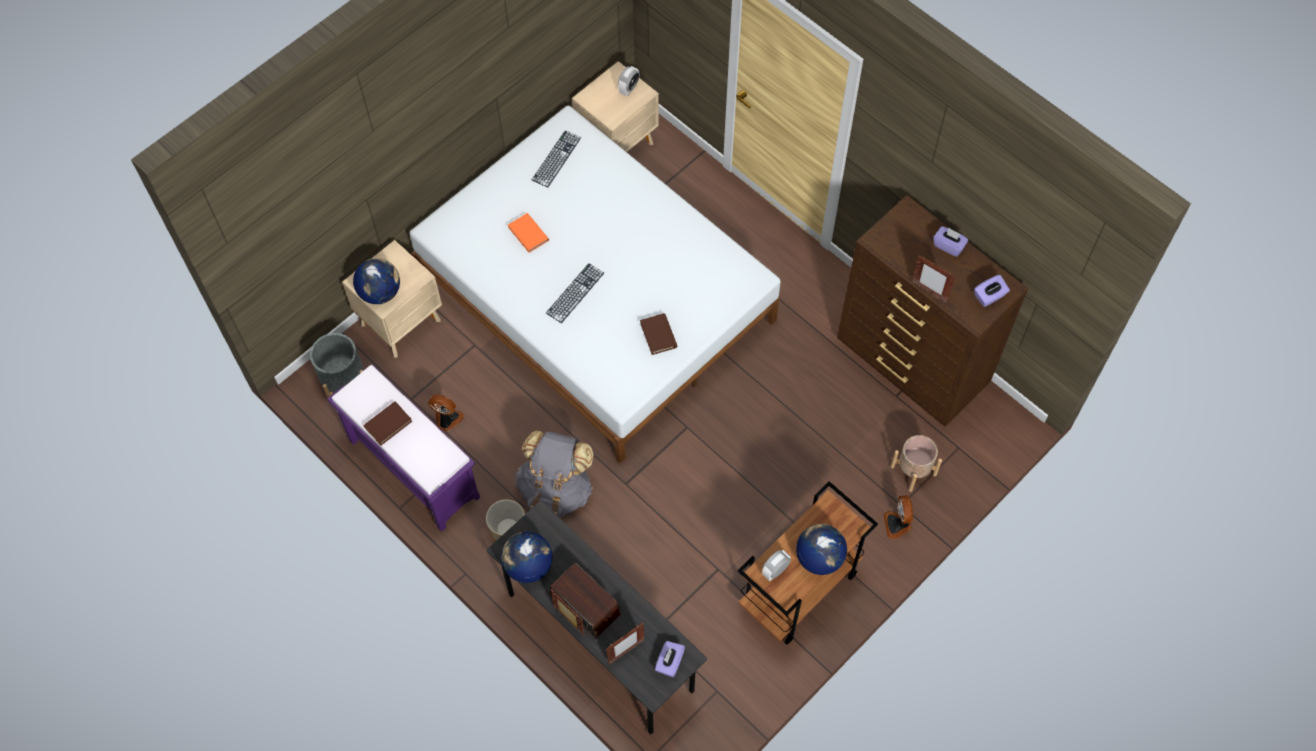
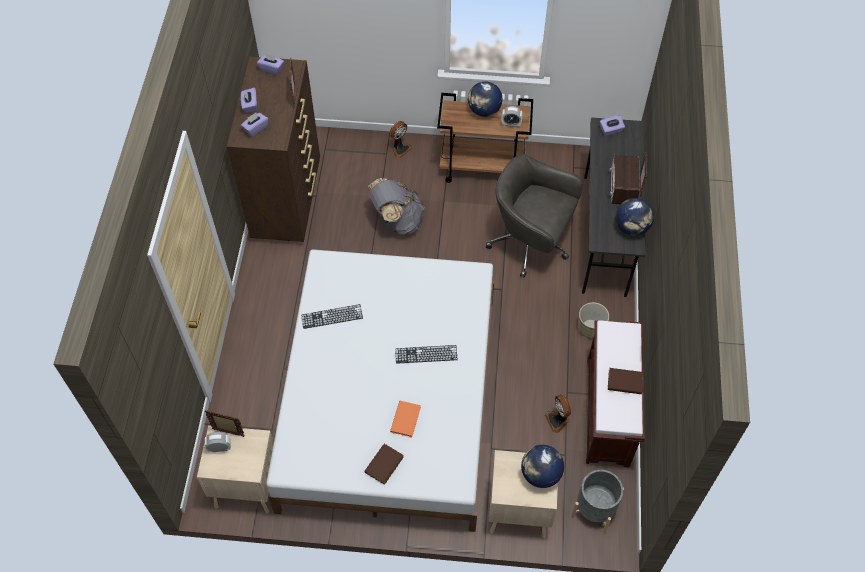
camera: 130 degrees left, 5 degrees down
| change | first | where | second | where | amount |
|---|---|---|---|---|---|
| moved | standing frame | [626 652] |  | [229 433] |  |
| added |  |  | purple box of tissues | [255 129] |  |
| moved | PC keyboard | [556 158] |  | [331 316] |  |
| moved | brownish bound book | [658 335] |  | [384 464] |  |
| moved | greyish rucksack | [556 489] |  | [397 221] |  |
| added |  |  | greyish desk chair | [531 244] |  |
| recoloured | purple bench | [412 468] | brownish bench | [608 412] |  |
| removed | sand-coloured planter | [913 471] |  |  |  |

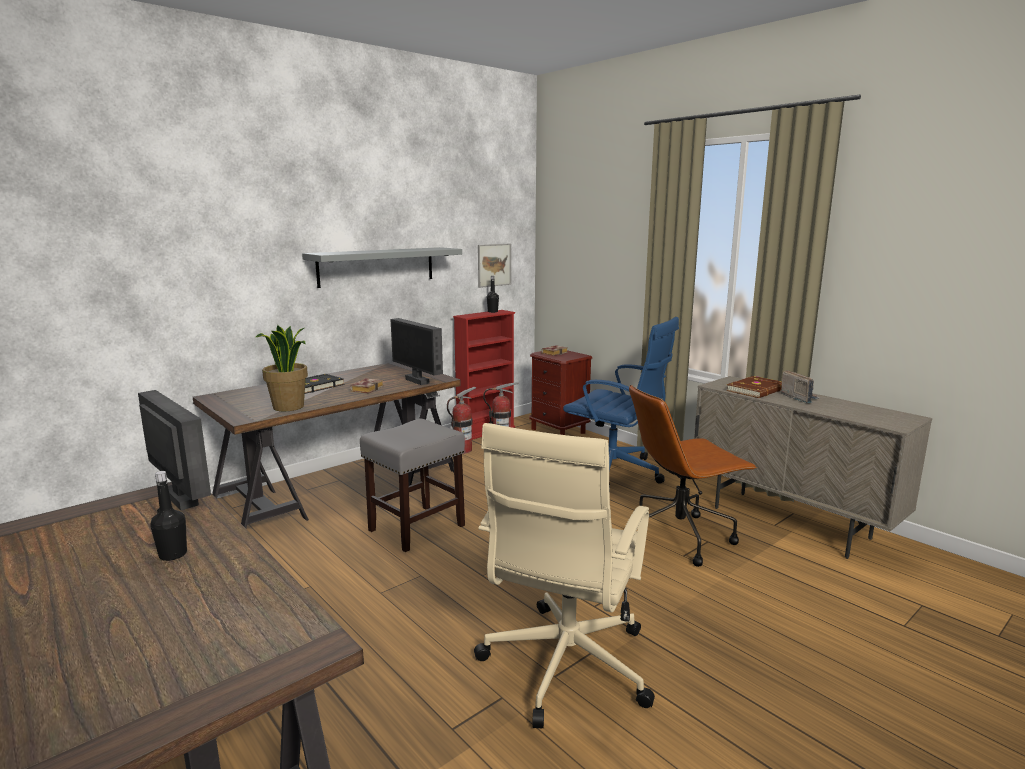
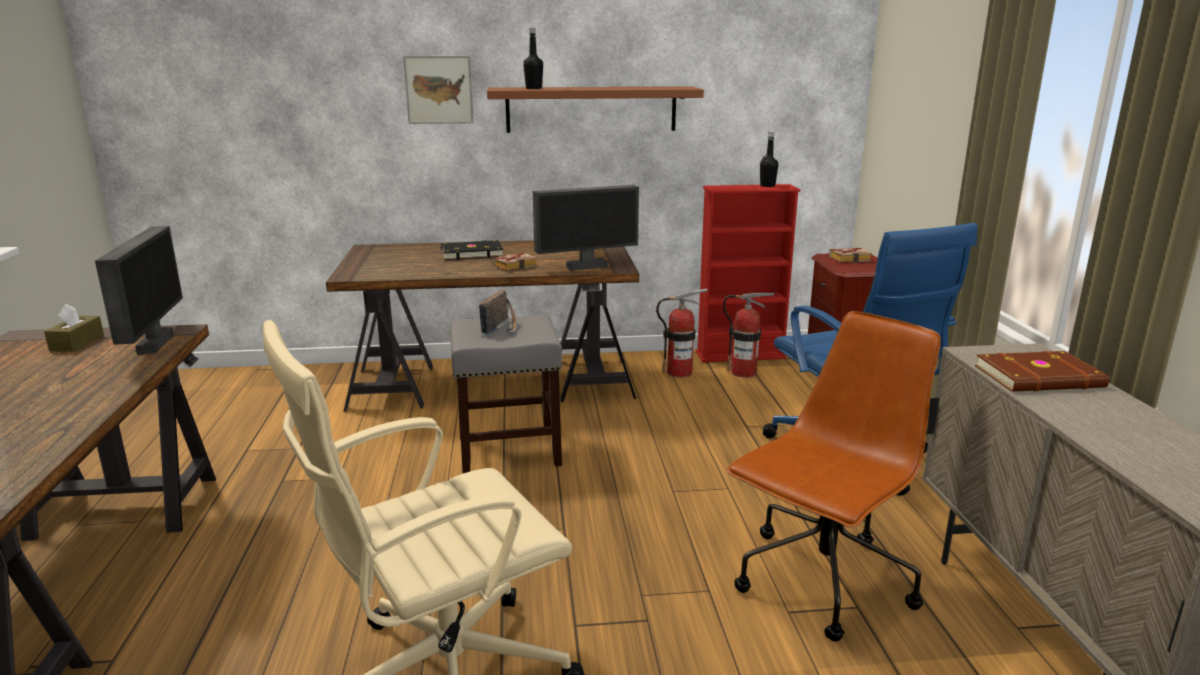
camera: 35 degrees right, 5 degrees up
| change | first | where | second | where | amount |
|---|---|---|---|---|---|
| added |  |  | brownish box of tissues | [77 343] |  |
| moved | wall picture | [494 265] |  | [439 90] |  |
| moved | radio receiver | [799 398] |  | [502 328] |  |
| recoloured | greyish bracket shelf | [377 266] | brownish bracket shelf | [591 109] |  |
| moved | blackish bottle | [173 554] |  | [534 88] |  |
| turned | computer screen | [418 381] |  | [586 266] | 105 degrees counterclockwise |
| turned | brownish desk chair | [680 536] |  | [822 583] | 120 degrees clockwise |
| removed | houseplant | [289 407] |  |  |  |

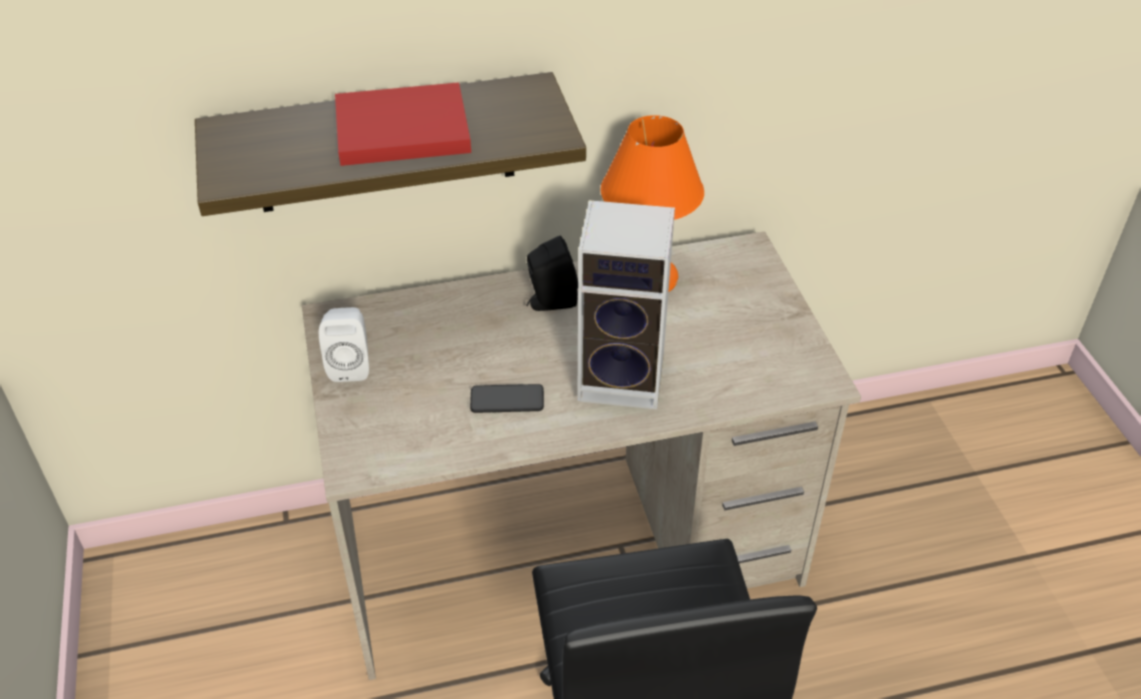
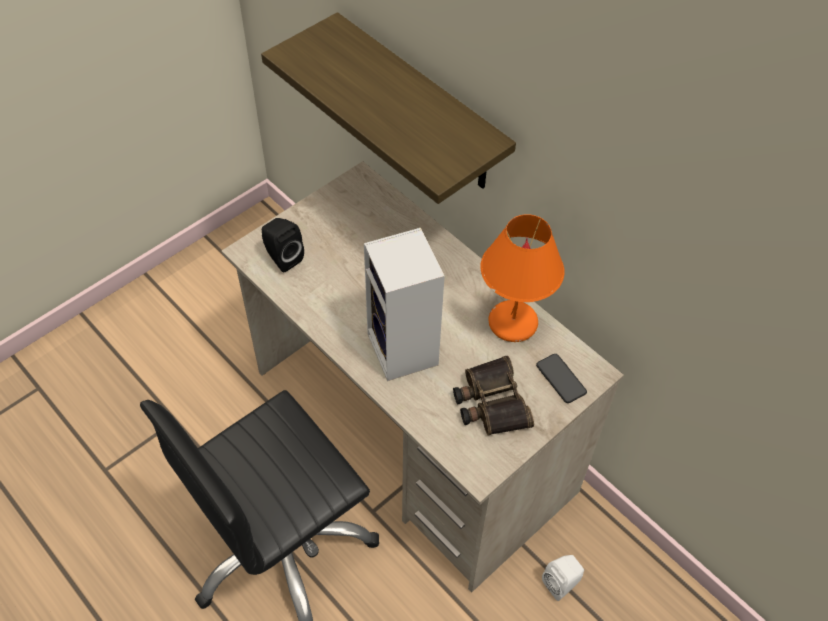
camera: 60 degrees right, 10 degrees up
| change | first | where | second | where | amount |
|---|---|---|---|---|---|
| moved | blackish speaker | [550 302] |  | [282 258] |  |
| added |  |  | pair of binoculars | [490 402] |  |
| moved | phone | [507 400] |  | [561 379] |  |
| moved | white-coloured speaker | [350 365] |  | [562 583] |  |
| removed | red bound book | [397 129] |  |  |  |

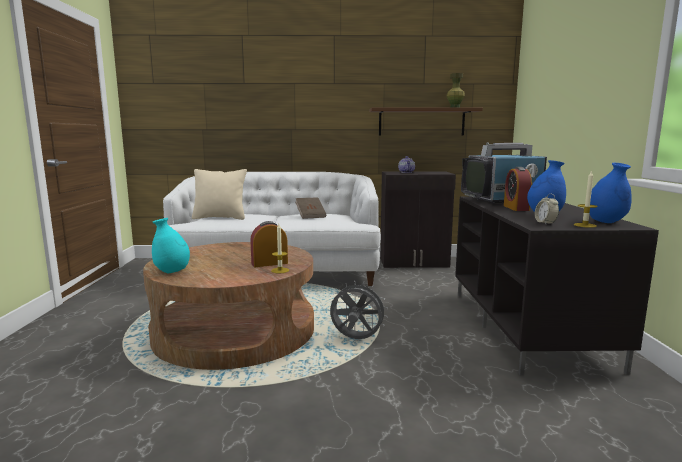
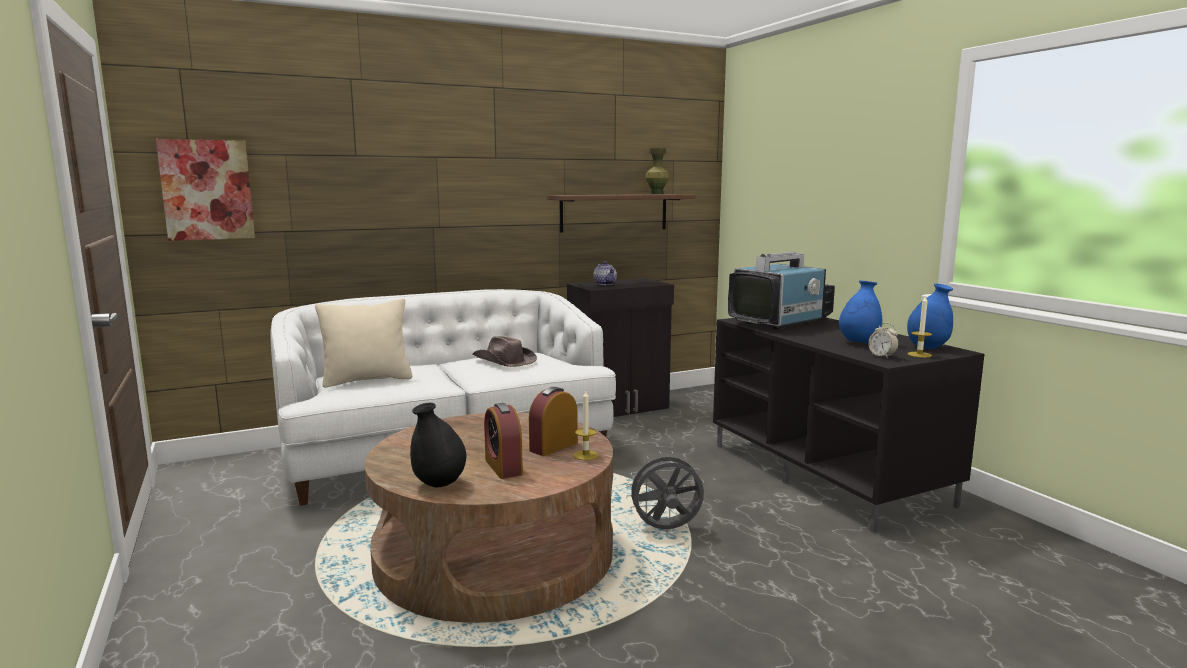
camera: 25 degrees left, 0 degrees up
| change | first | where | second | where | amount |
|---|---|---|---|---|---|
| added |  |  | wall picture | [207 190] |  |
| recoloured | blue-green vase | [172 272] | blackish vase | [439 484] |  |
| replaced | brownish bound book | [310 216] | brownish hat | [504 361] |  |
| moved | alarm clock | [516 208] |  | [503 467] |  |

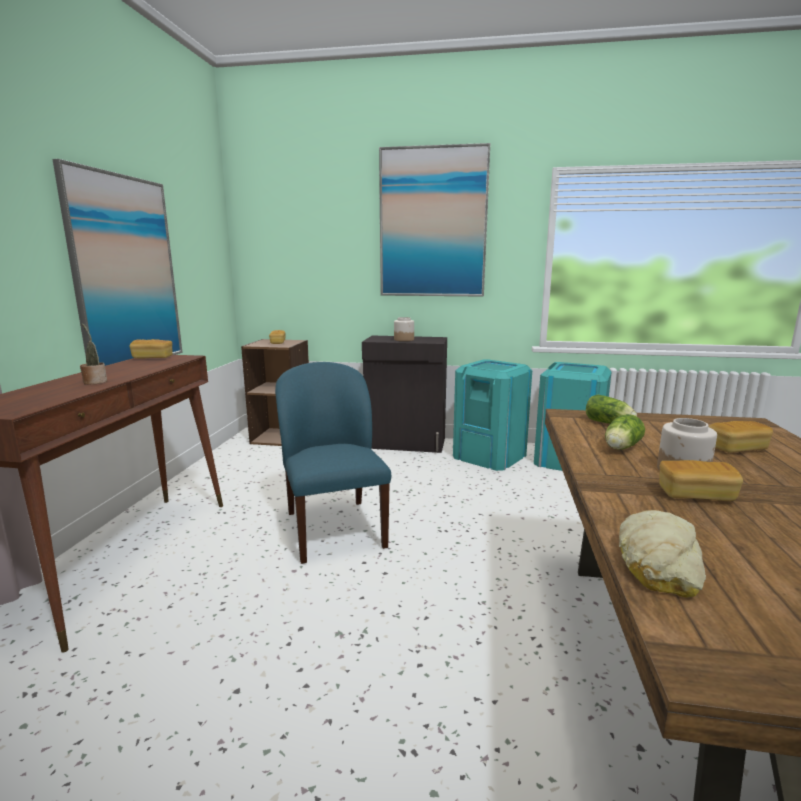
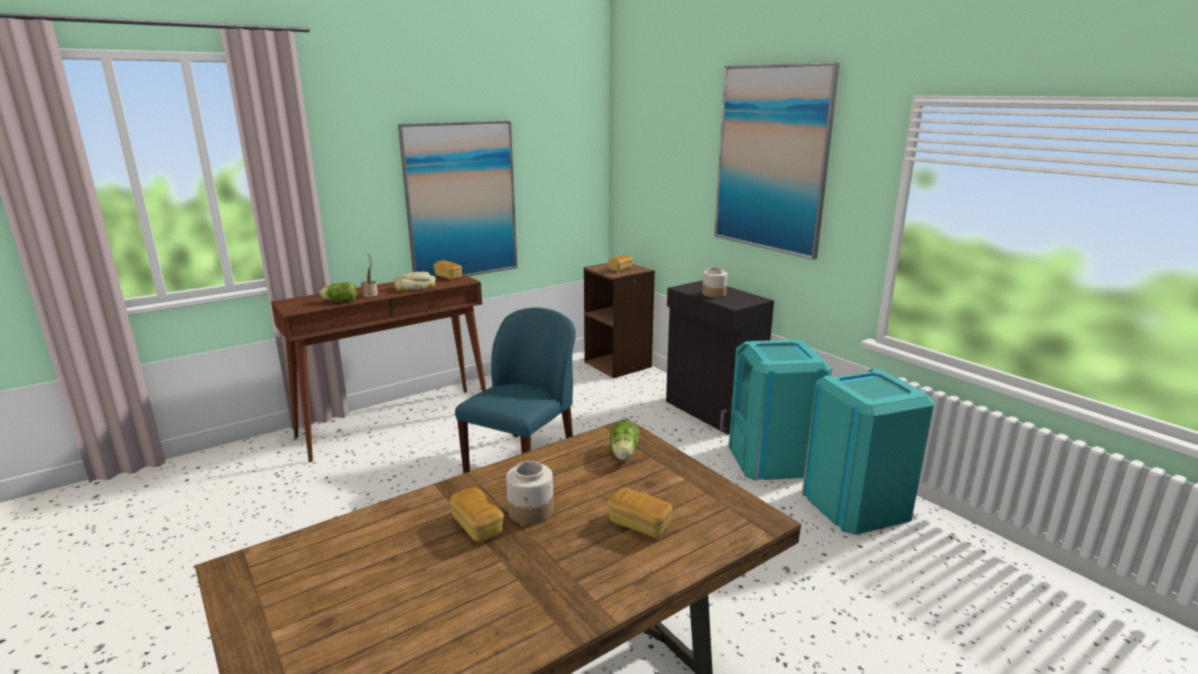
camera: 45 degrees right, 5 degrees up
| change | first | where | second | where | amount |
|---|---|---|---|---|---|
| moved | head of lettuce | [620 448] |  | [339 301] |  |
| moved | baked bread | [658 563] |  | [415 287] |  |

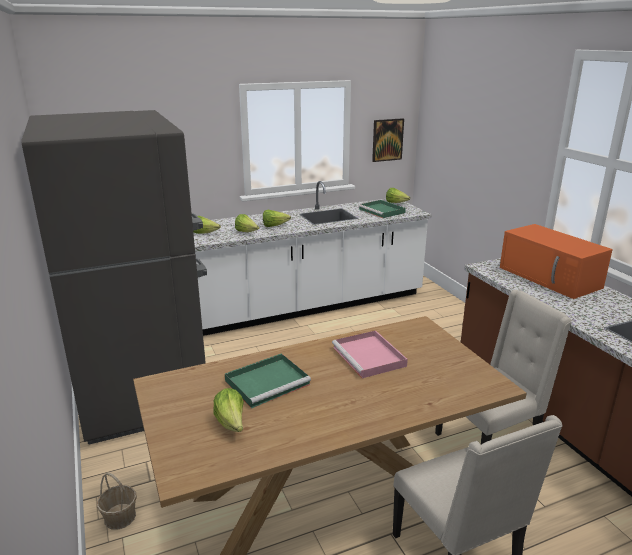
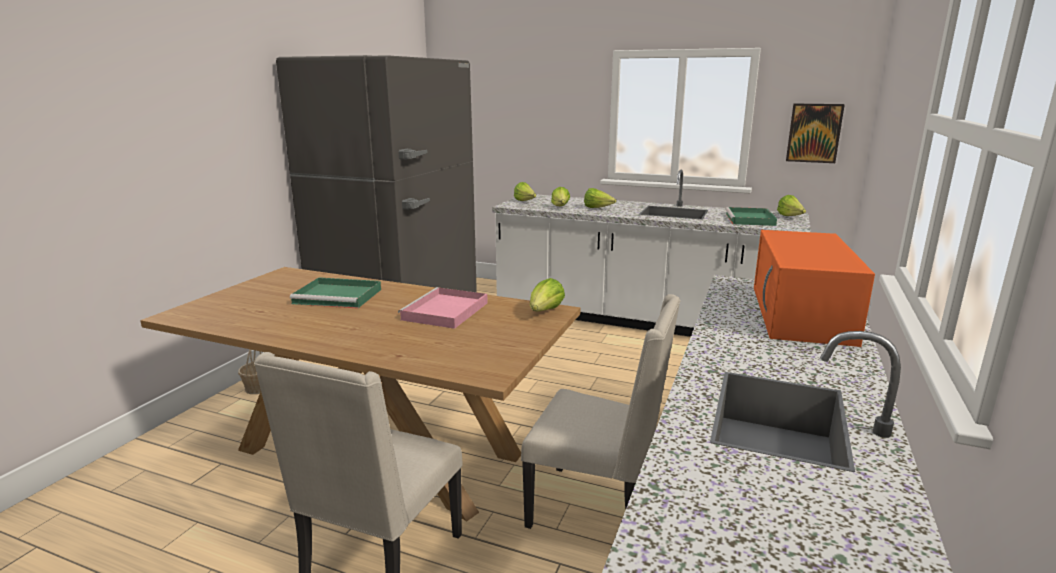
camera: 45 degrees right, 5 degrees down
| change | first | where | second | where | amount |
|---|---|---|---|---|---|
| moved | head of lettuce | [231 423] |  | [545 312] |  |

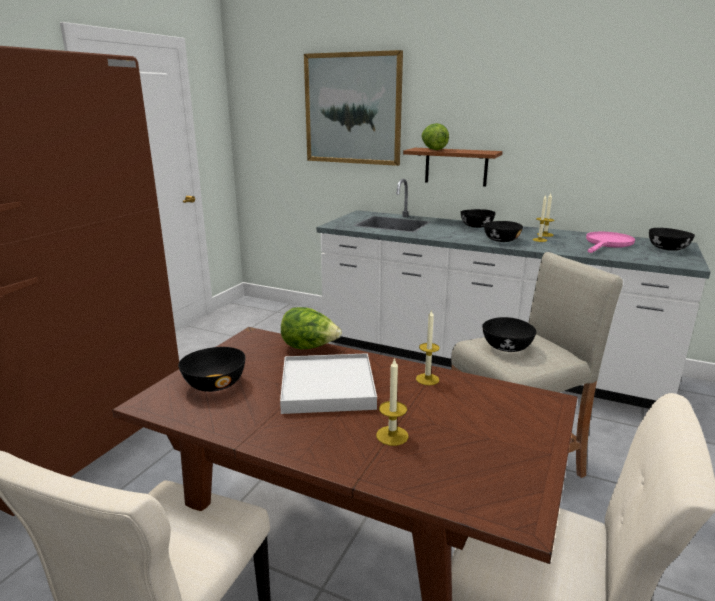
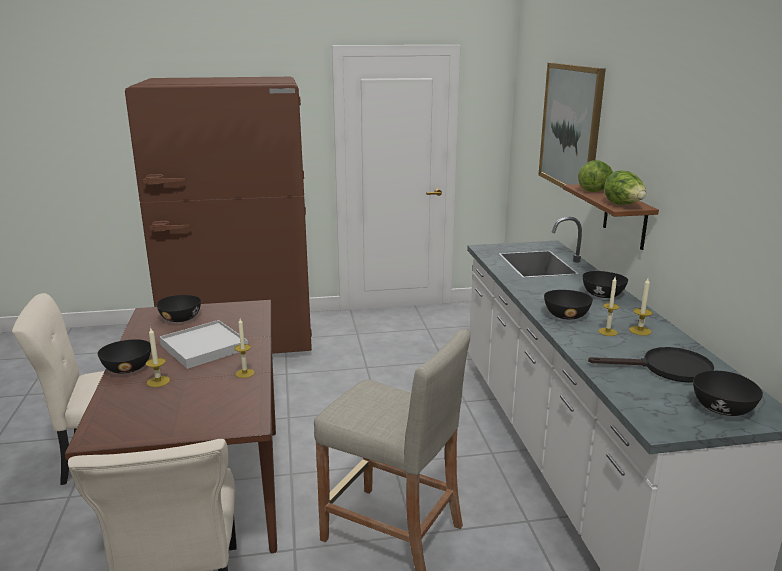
camera: 55 degrees right, 0 degrees up
| change | first | where | second | where | amount |
|---|---|---|---|---|---|
| moved | blackish deep dish | [506 347] |  | [128 368] |  |
| recoloured | pinkish skillet | [607 244] | blackish skillet | [666 369] |  |
| moved | head of lettuce | [309 347] |  | [623 205] |  |

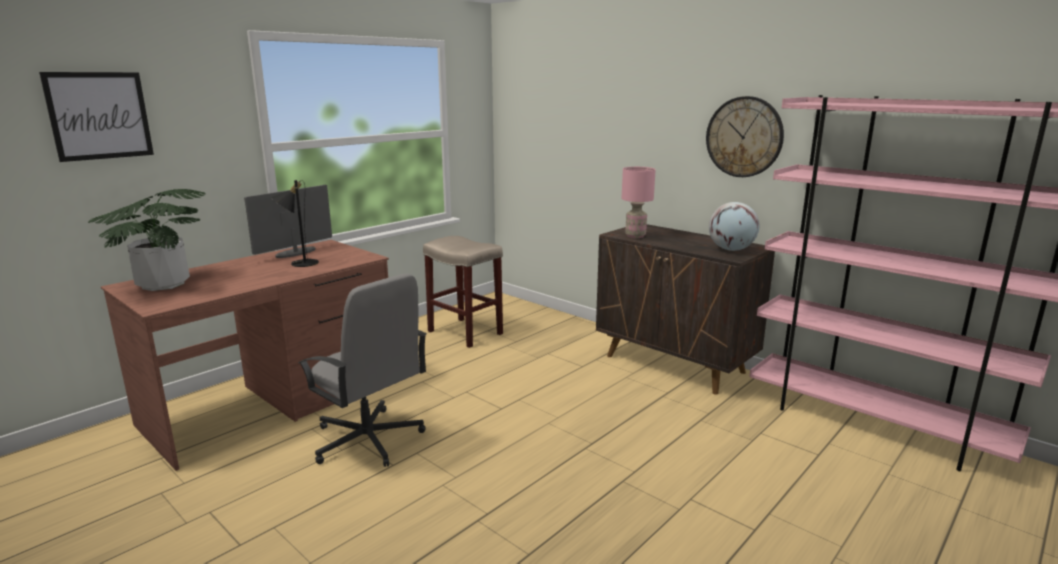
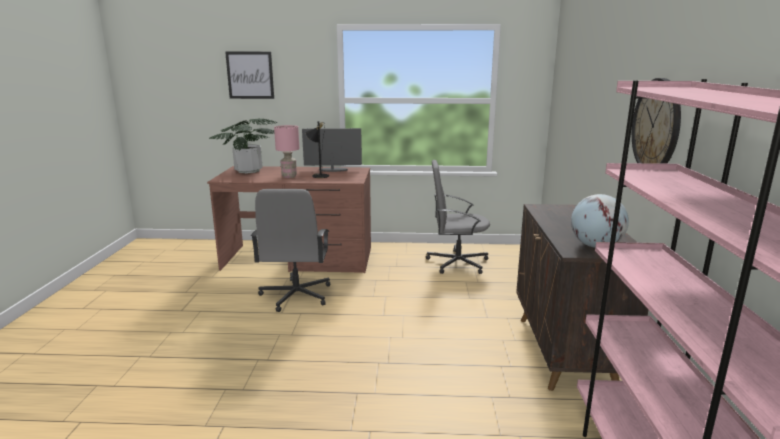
camera: 50 degrees right, 0 degrees up
| change | first | where | second | where | amount |
|---|---|---|---|---|---|
| moved | pinkish tabletop lamp | [635 236] |  | [289 176] |  |
| replaced | sand-coloured stool | [464 332] | greyish desk chair | [456 263] |  |

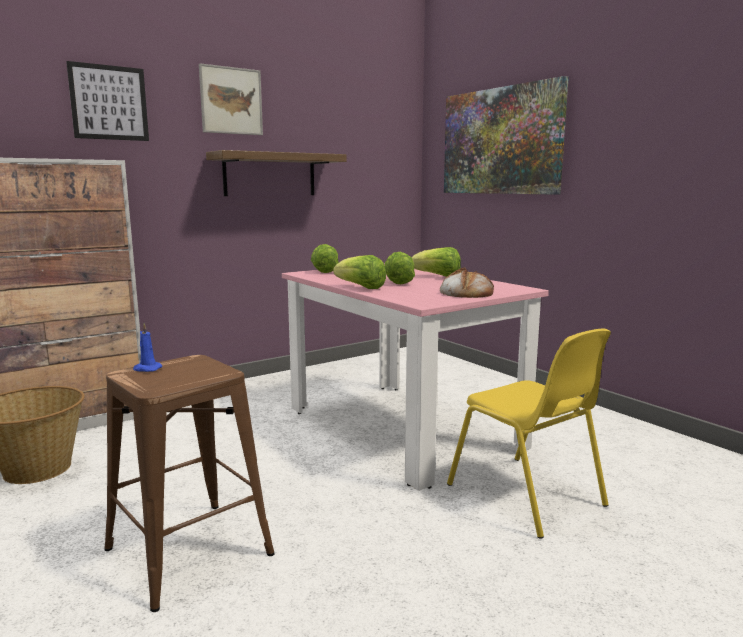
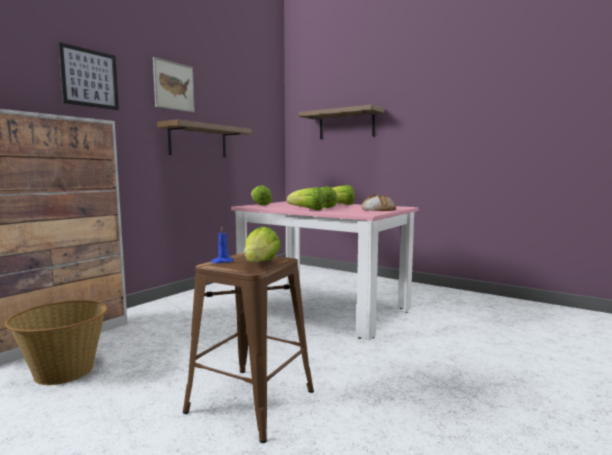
camera: 20 degrees left, 5 degrees down
| change | first | where | second | where | amount |
|---|---|---|---|---|---|
| added |  |  | head of lettuce | [260 264] |  |
| replaced | wall picture | [500 141] | bracket shelf | [346 124] |  |
| removed | yellow-coloured chair | [527 496] |  |  |  |

